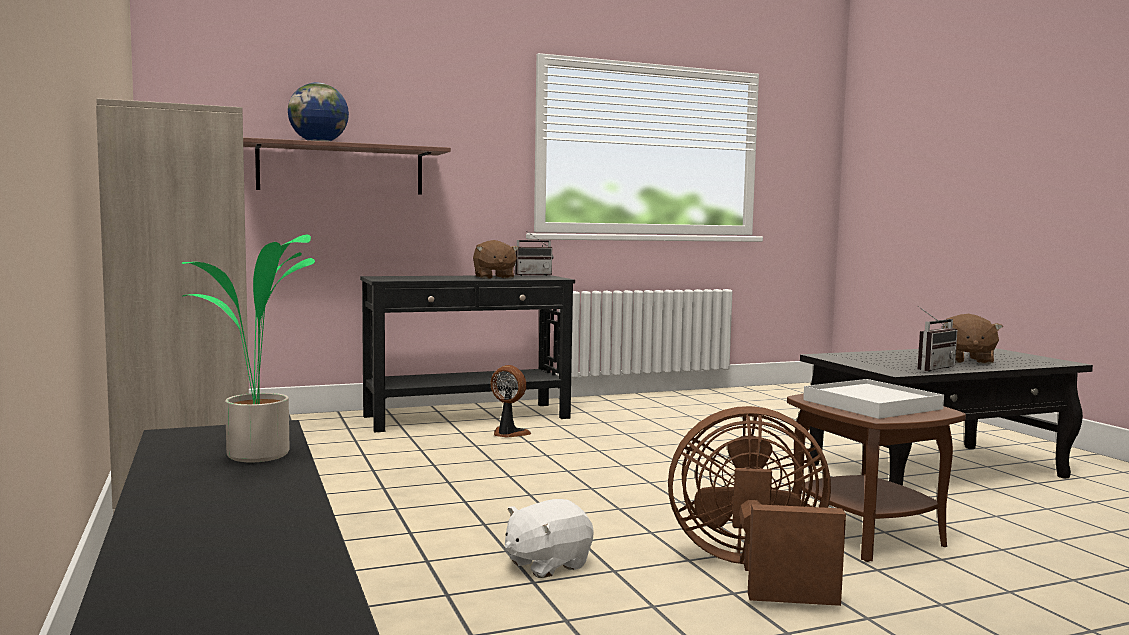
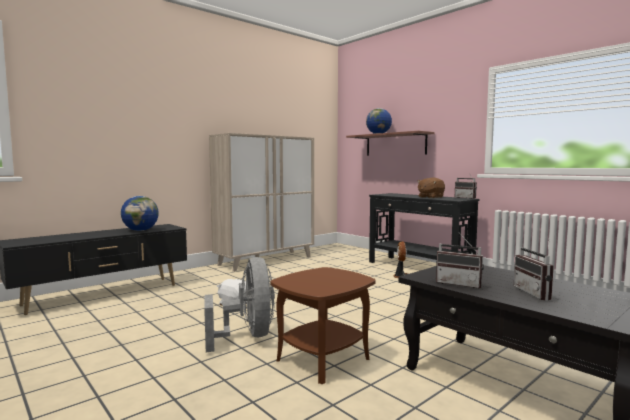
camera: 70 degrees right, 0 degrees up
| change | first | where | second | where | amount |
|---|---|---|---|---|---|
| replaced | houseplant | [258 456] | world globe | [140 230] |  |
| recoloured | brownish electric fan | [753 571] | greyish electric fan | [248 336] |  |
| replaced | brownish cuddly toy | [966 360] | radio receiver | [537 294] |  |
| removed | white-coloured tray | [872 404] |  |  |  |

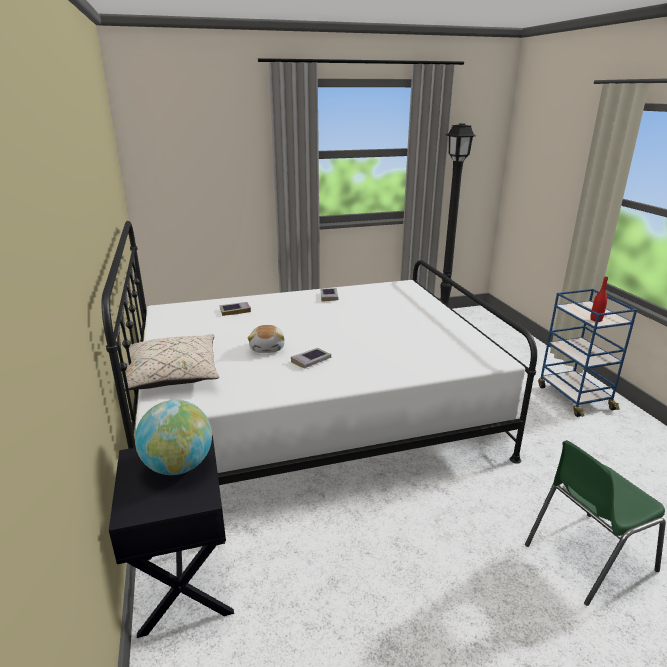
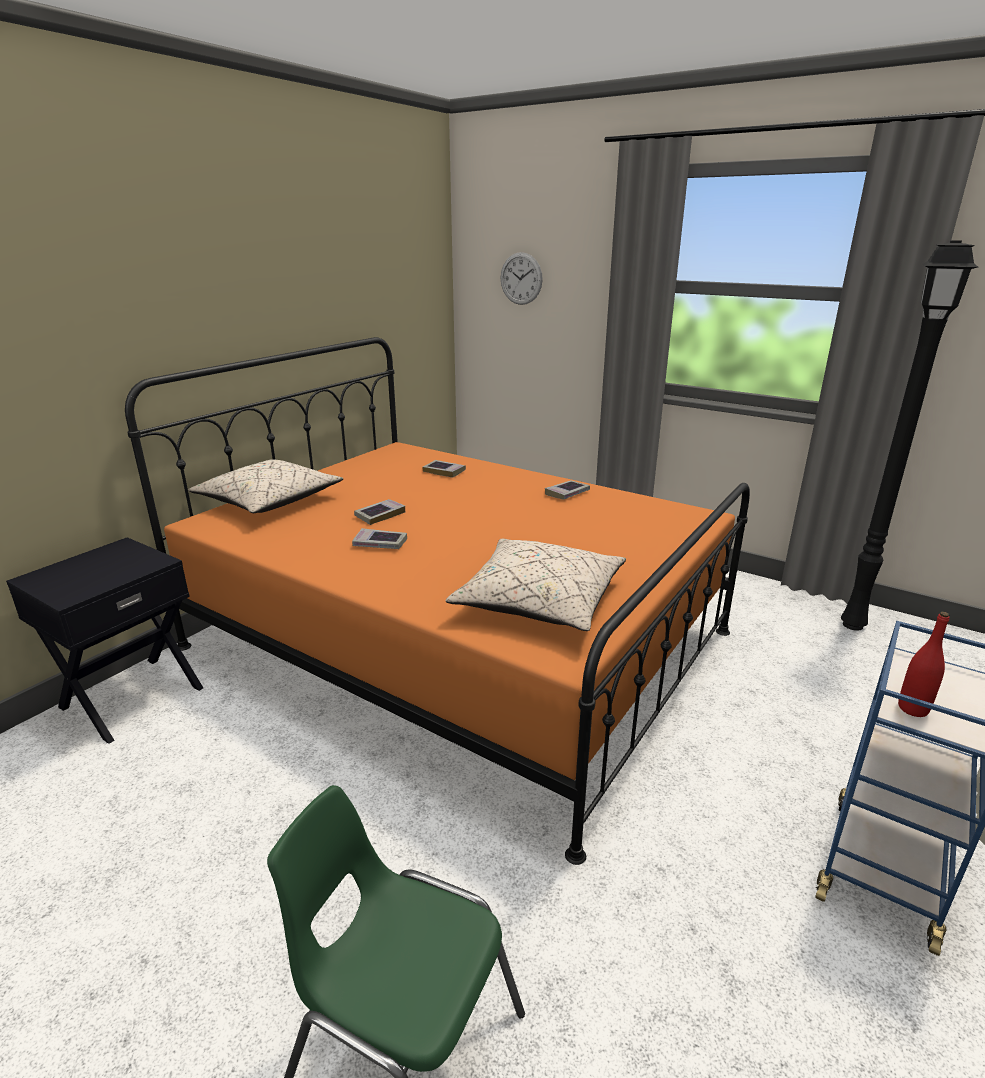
camera: 50 degrees right, 0 degrees up
| change | first | where | second | where | amount |
|---|---|---|---|---|---|
| recoloured | white-coloured bedroom bed | [314 416] | orange bedroom bed | [458 639] |  |
| replaced | cuddly toy | [268 348] | bound book | [380 515] |  |
| added |  |  | sand-coloured throw pillow | [539 601] |  |
| added |  |  | wall clock | [521 278] |  |
| removed | world globe | [178 466] |  |  |  |

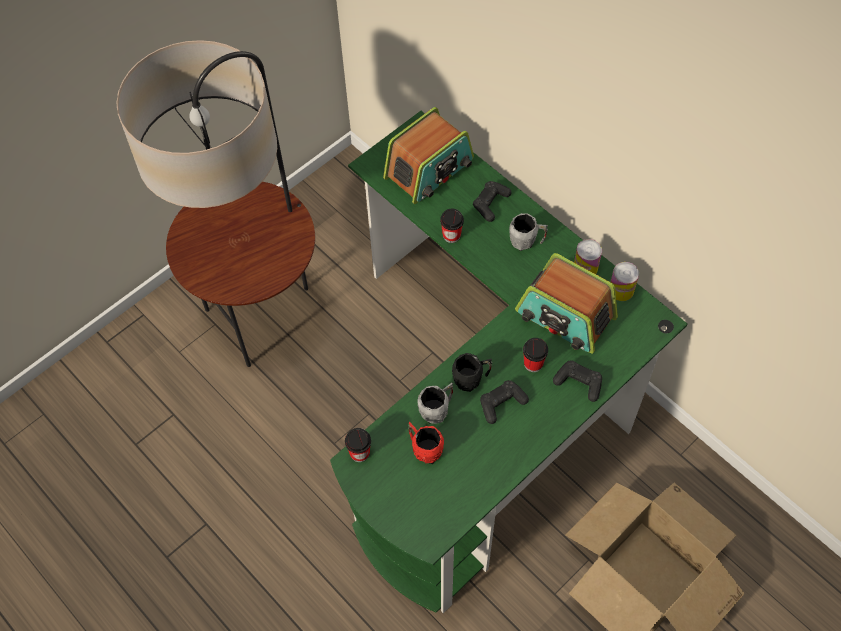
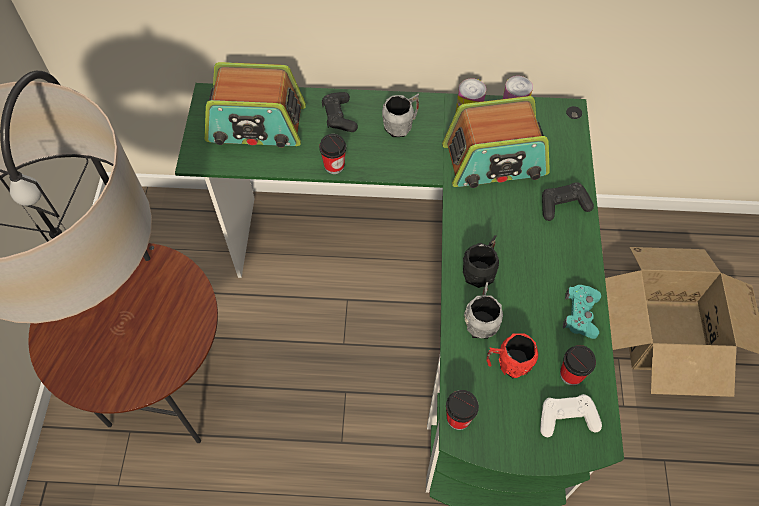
camera: 45 degrees left, 0 degrees up
| change | first | where | second | where | amount |
|---|---|---|---|---|---|
| turned | radio receiver | [429 169] |  | [256 125] | 90 degrees clockwise |
| added |  |  | white-coloured gamepad | [567 418] |  |
| moved | cup | [533 363] |  | [571 374] |  |
| added |  |  | blue-green gamepad | [581 314] |  |
| removed | blackish gamepad | [501 404] |  |  |  |

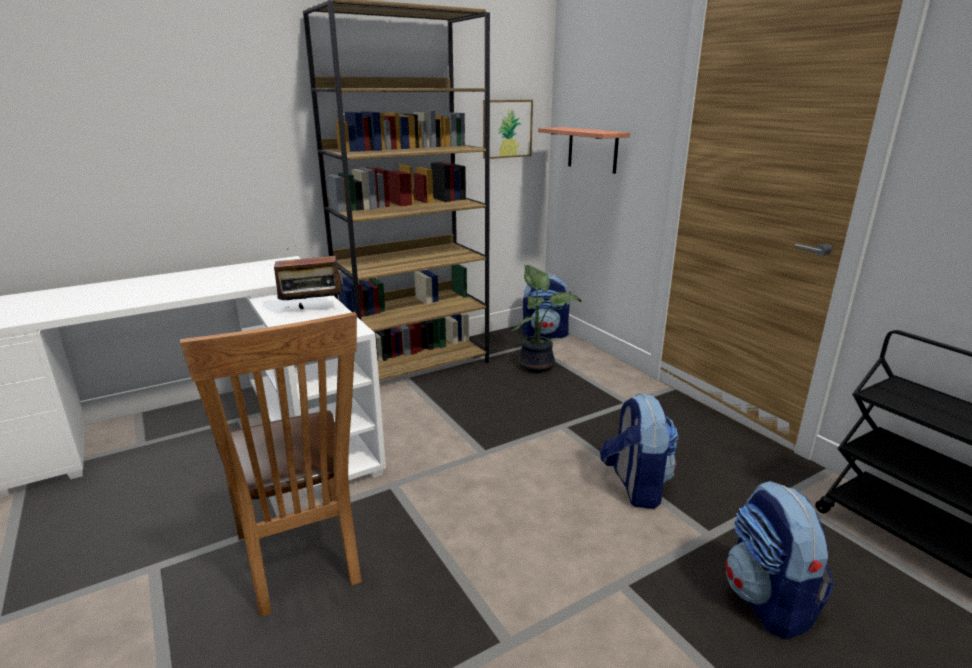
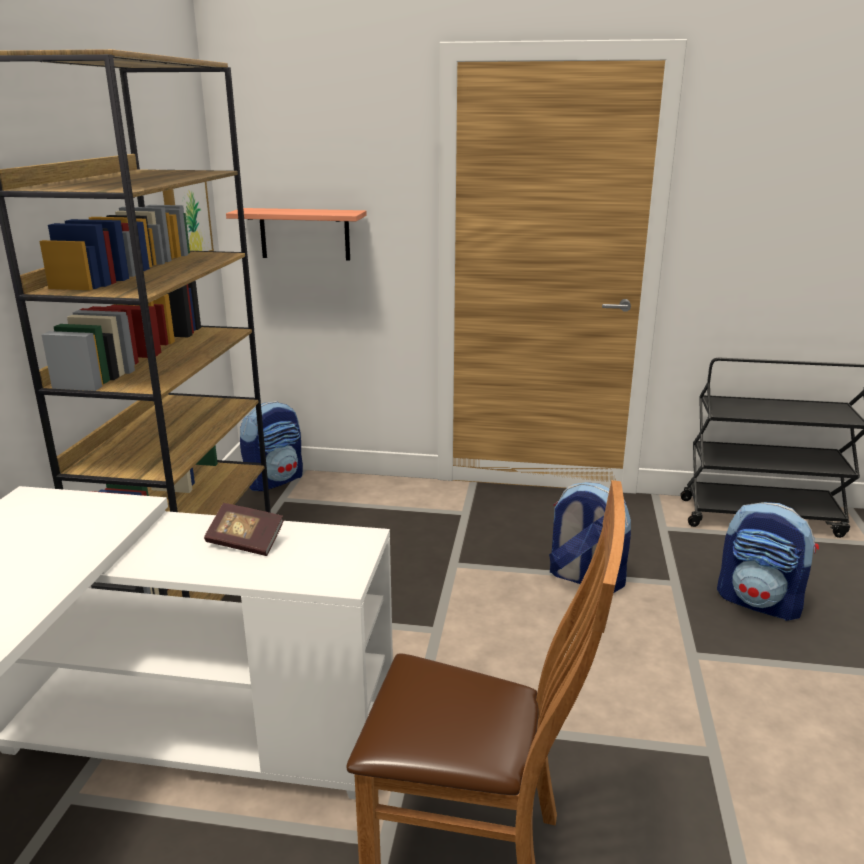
camera: 50 degrees left, 0 degrees up
| change | first | where | second | where | amount |
|---|---|---|---|---|---|
| replaced | radio receiver | [312 310] | bound book | [245 542] |  |
| removed | houseplant | [537 365] |  |  |  |

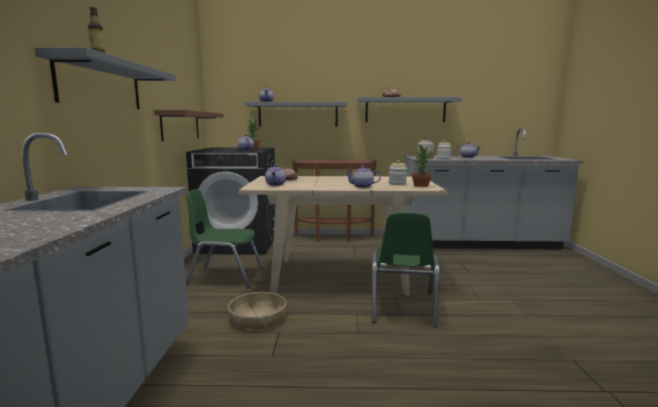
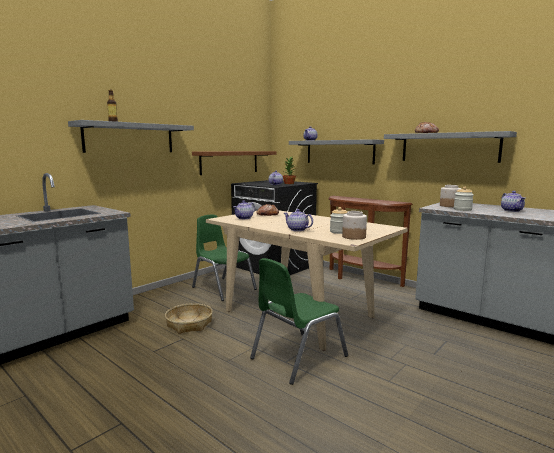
camera: 40 degrees right, 0 degrees up
| change | first | where | second | where | amount |
|---|---|---|---|---|---|
| replaced | houseplant | [420 185] | storage jar | [353 237] |  |

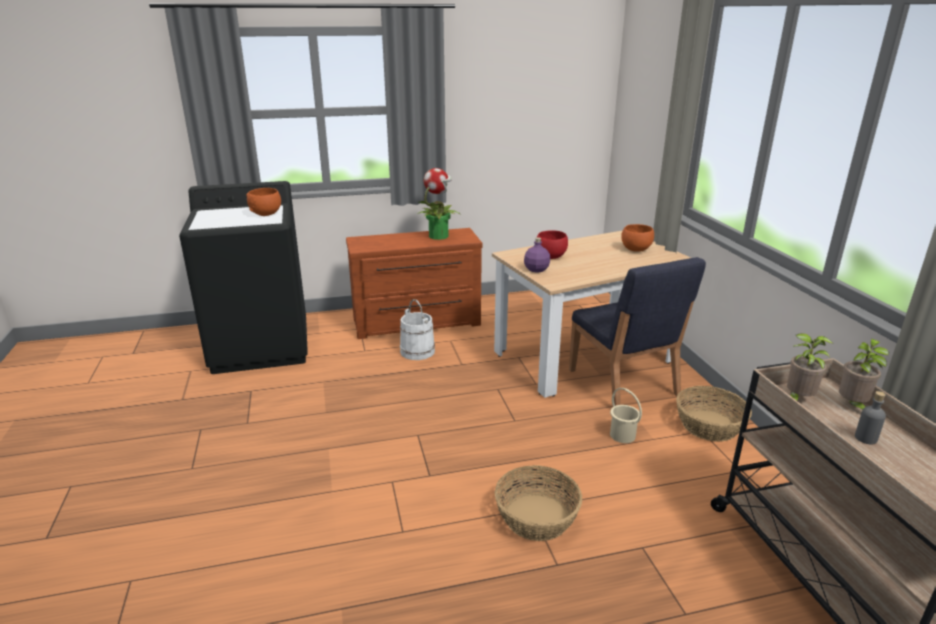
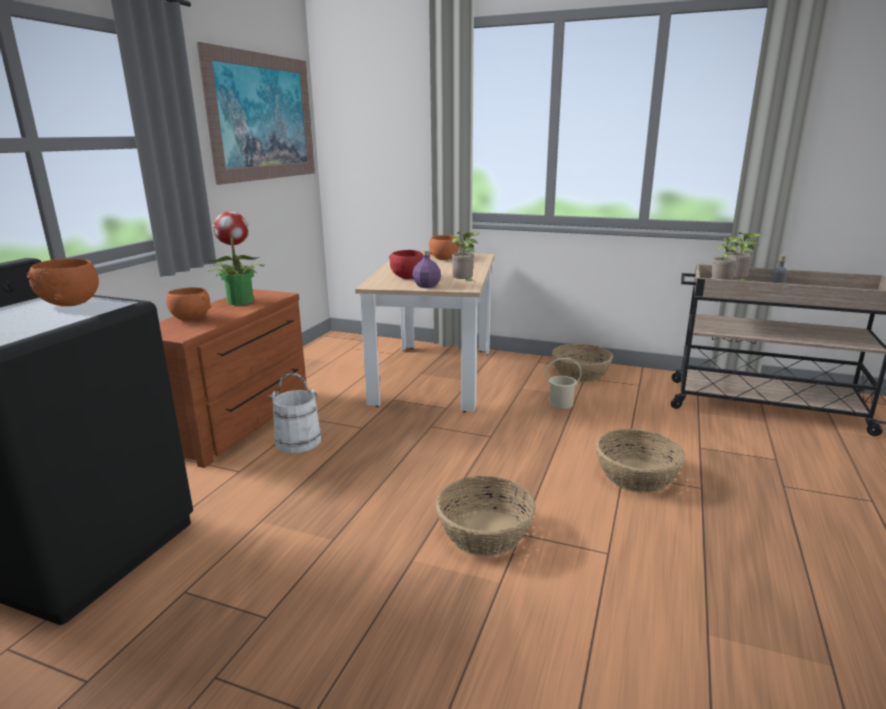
camera: 55 degrees left, 5 degrees down
| change | first | where | second | where | amount |
|---|---|---|---|---|---|
| added |  |  | orange deep dish | [190 318] |  |
| added |  |  | wall picture | [263 117] |  |
| added |  |  | household basket | [484 532] |  |
| added |  |  | houseplant | [464 284] |  |
| removed | bluish chair | [623 383] |  |  |  |

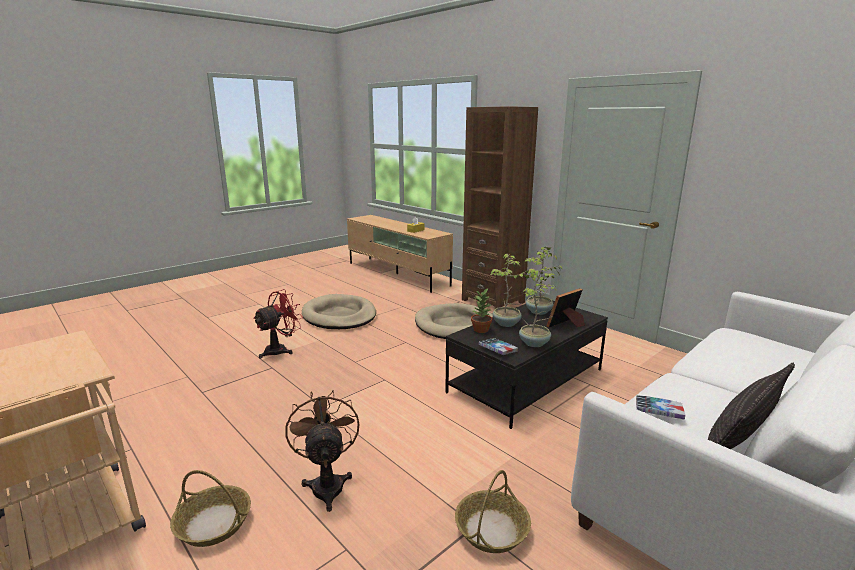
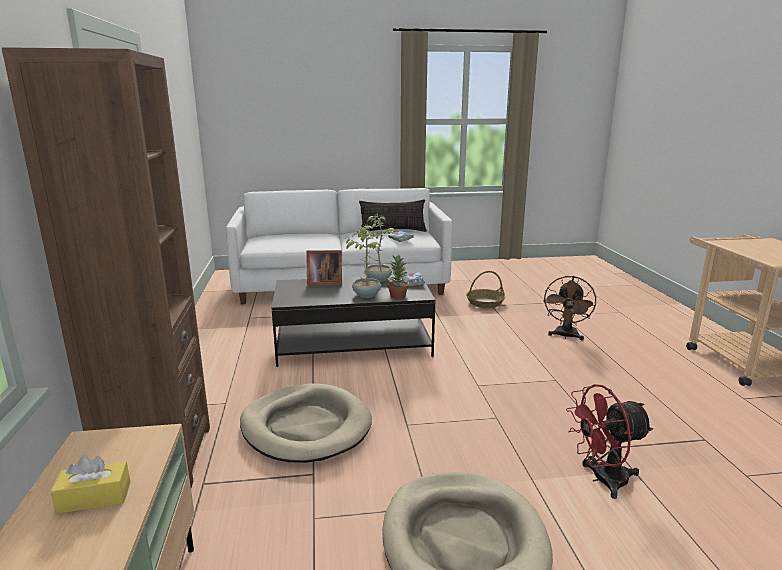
camera: 145 degrees left, 0 degrees up
| change | first | where | second | where | amount |
|---|---|---|---|---|---|
| removed | household basket | [213 524] |  |  |  |
| removed | houseplant | [538 312] |  |  |  |

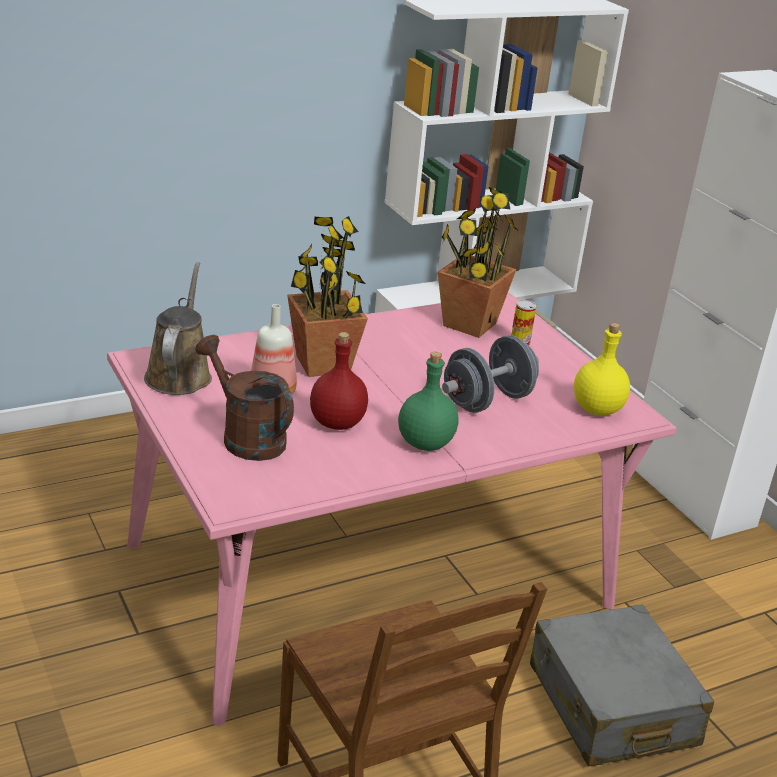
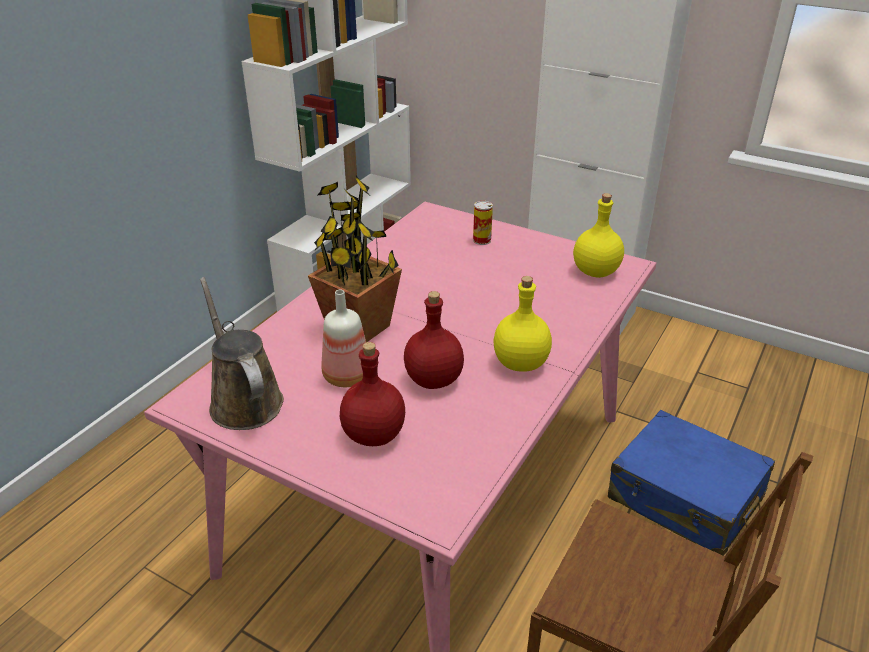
camera: 30 degrees left, 5 degrees up
| change | first | where | second | where | amount |
|---|---|---|---|---|---|
| replaced | brownish sprinkling can | [246 436] | red bottle | [375 435] |  |
| recoloured | green bottle | [424 443] | yellow-coloured bottle | [519 363] |  |
| recoloured | greyish suitcase | [611 705] | bluish suitcase | [685 498] |  |
| removed | houseplant | [469 325] |  |  |  |
| removed | greyish free weight | [487 401] |  |  |  |

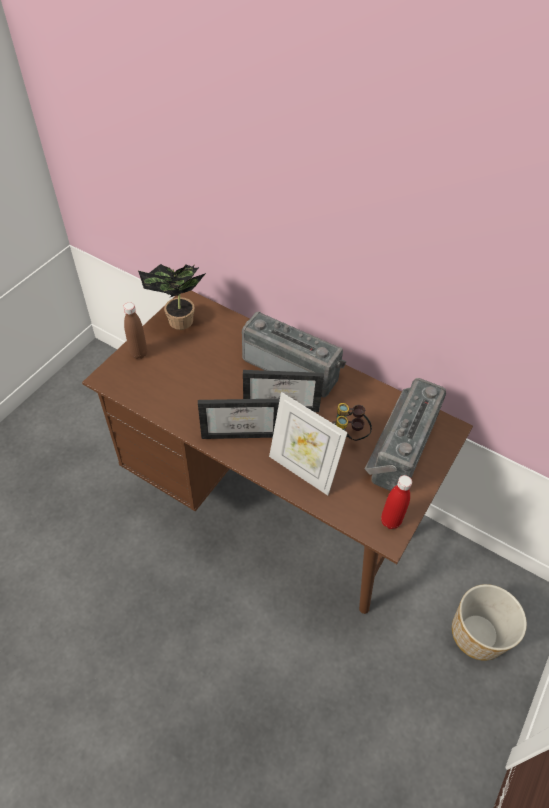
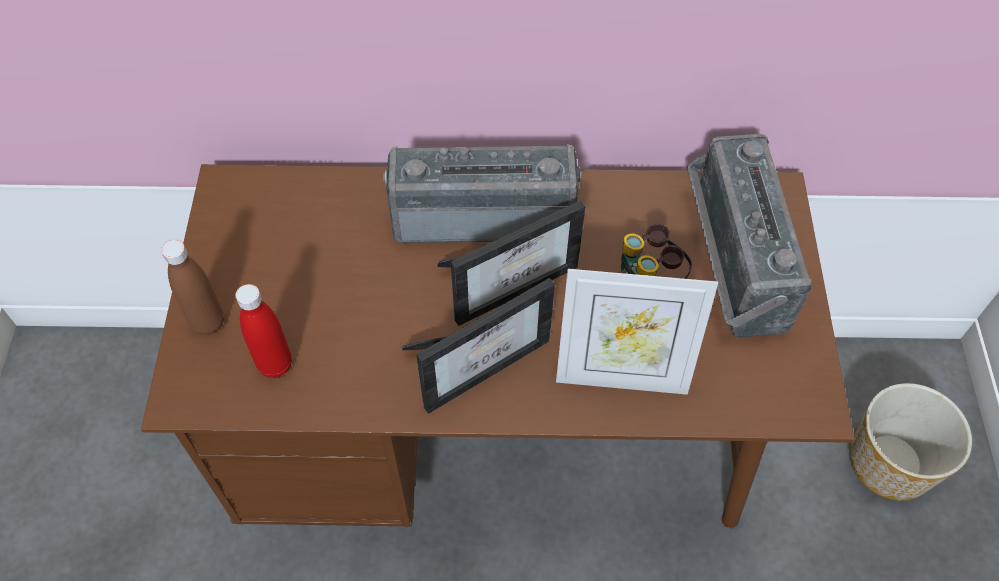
camera: 30 degrees left, 5 degrees up
| change | first | where | second | where | amount |
|---|---|---|---|---|---|
| moved | red bottle | [390 521] |  | [275 365] |  |
| removed | houseplant | [177 322] |  |  |  |

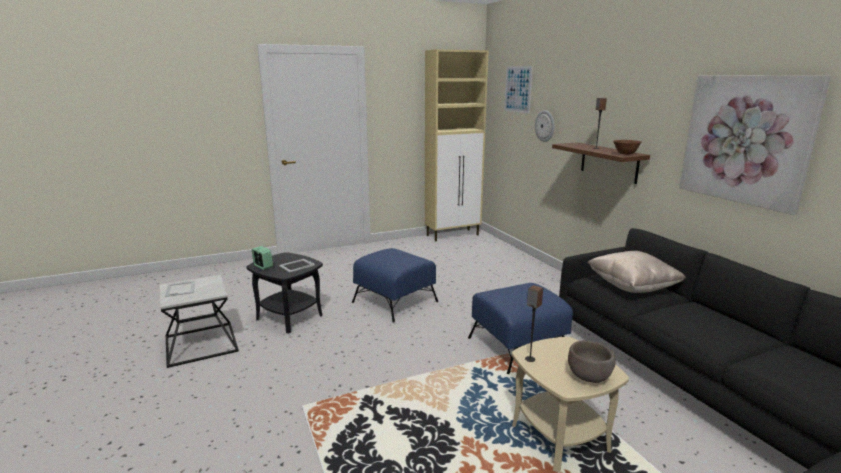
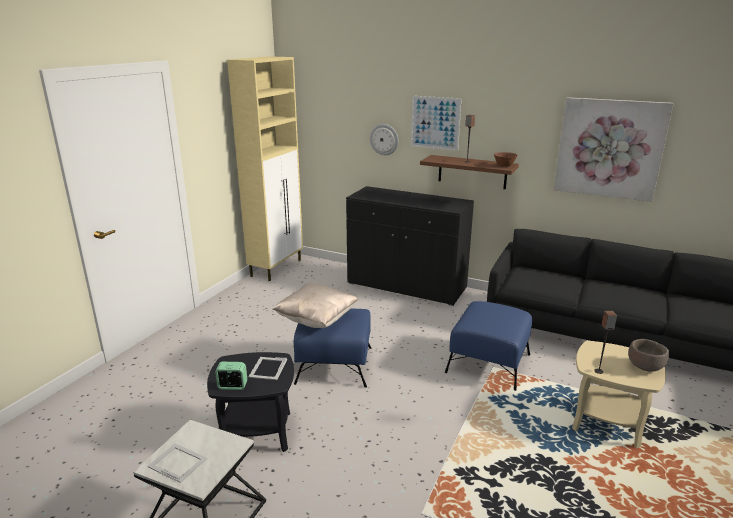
camera: 40 degrees left, 5 degrees up
| change | first | where | second | where | amount |
|---|---|---|---|---|---|
| moved | sand-coloured throw pillow | [632 287] |  | [317 319] |  |
| added |  |  | blackish cabinet | [406 286] |  |
| moved | wall picture | [517 89] |  | [435 123] |  |

